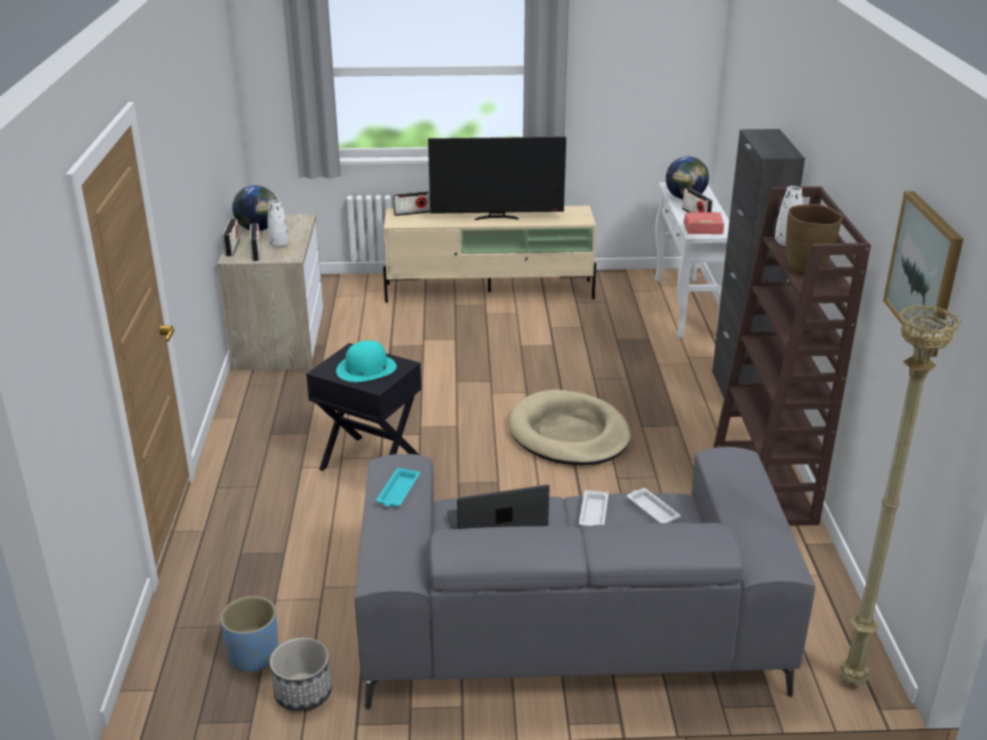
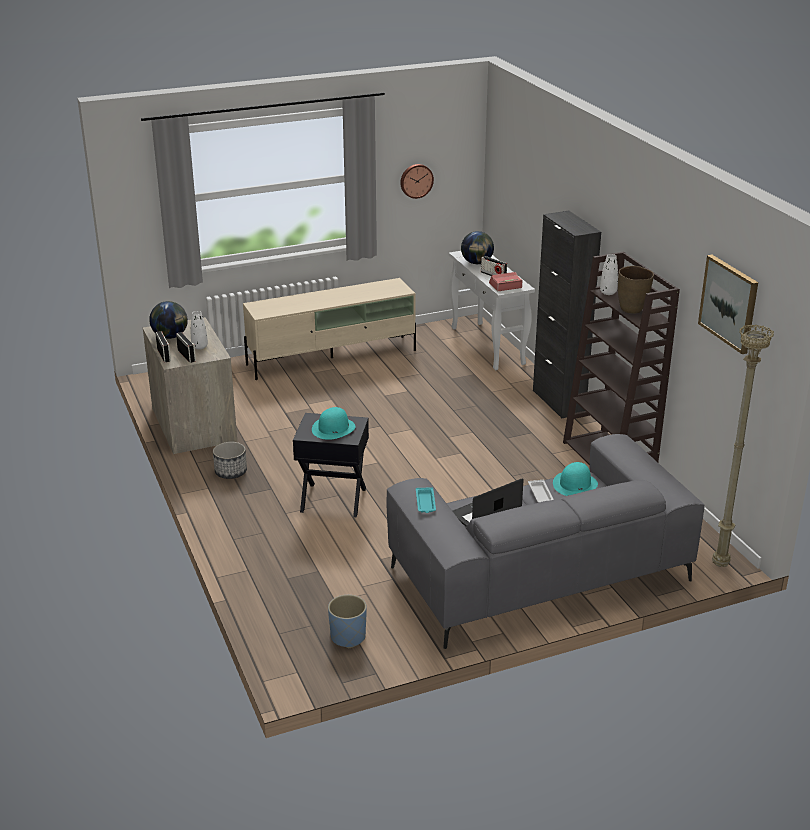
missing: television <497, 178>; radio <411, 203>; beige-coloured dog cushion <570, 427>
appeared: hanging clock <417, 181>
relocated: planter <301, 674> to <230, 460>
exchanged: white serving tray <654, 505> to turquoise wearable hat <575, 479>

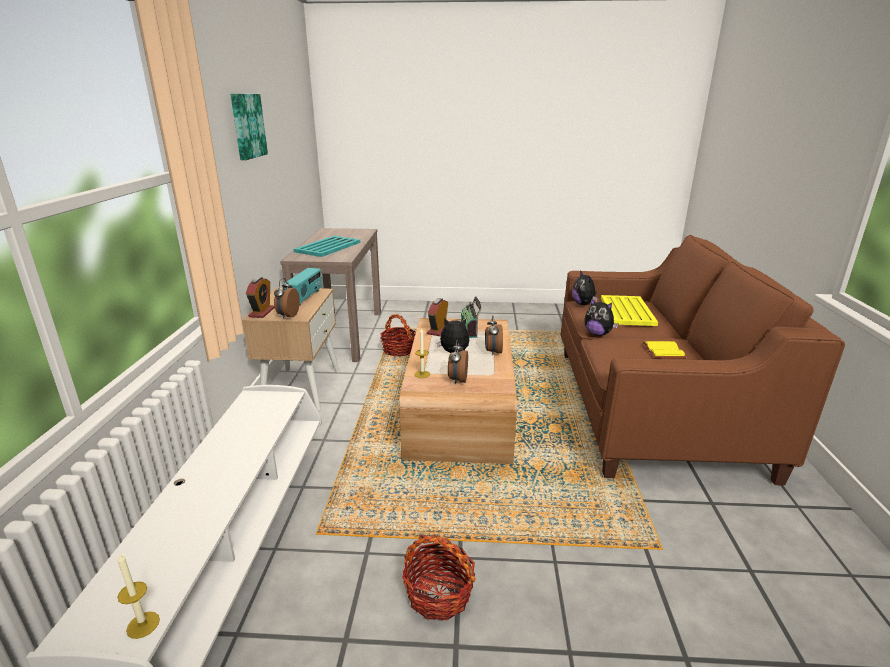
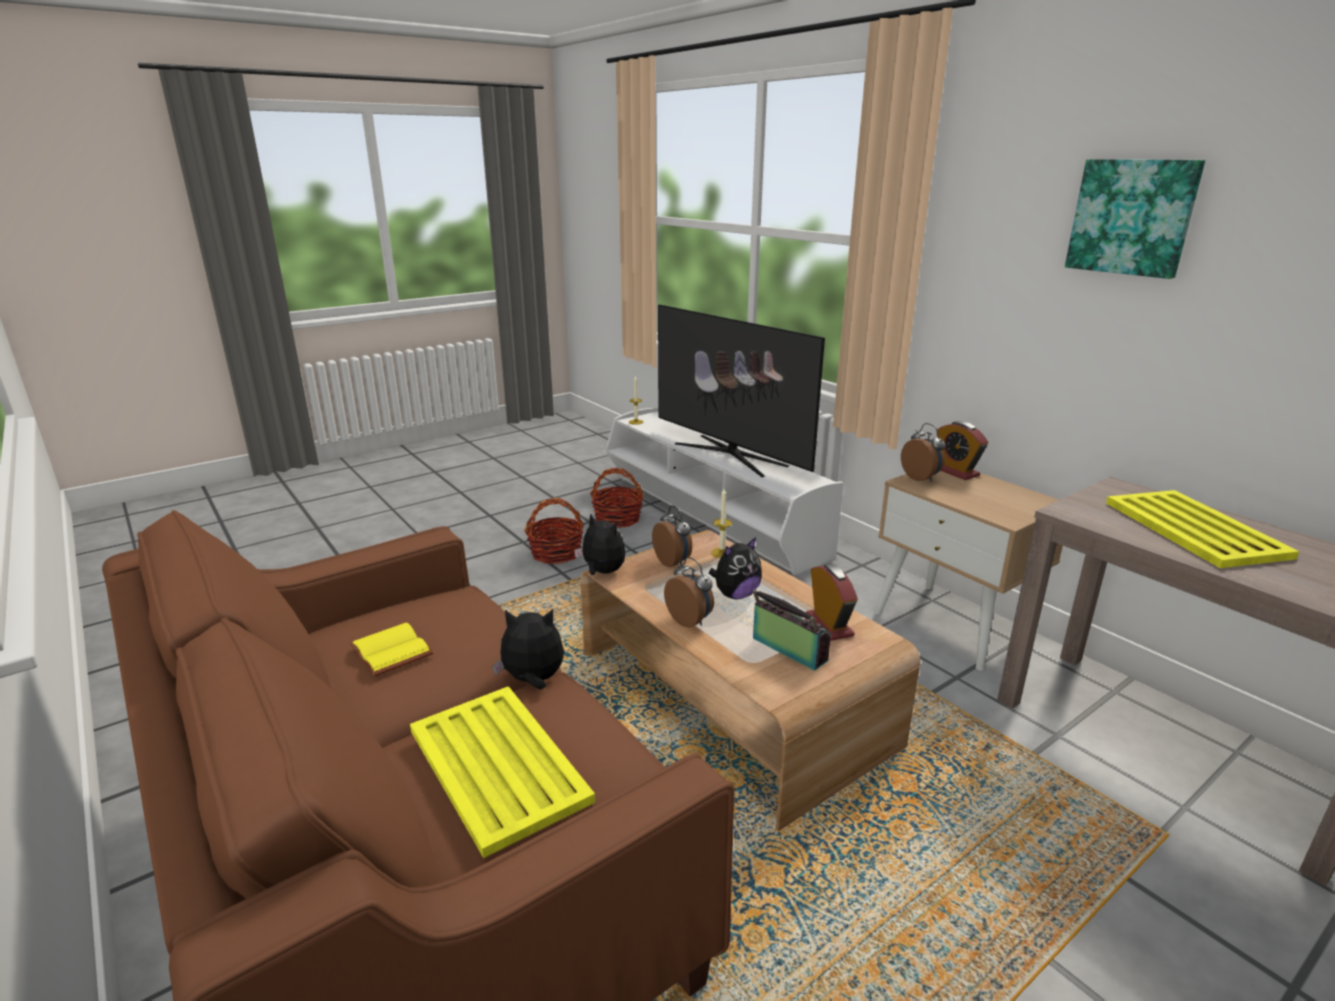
missing: radio <302, 287>
appeared: television <741, 390>
relocated: cuddly toy <585, 287> to <600, 544>; household basket <398, 335> to <617, 498>
colour: turquoise serving tray <327, 246> to yellow-coloured serving tray <1202, 529>

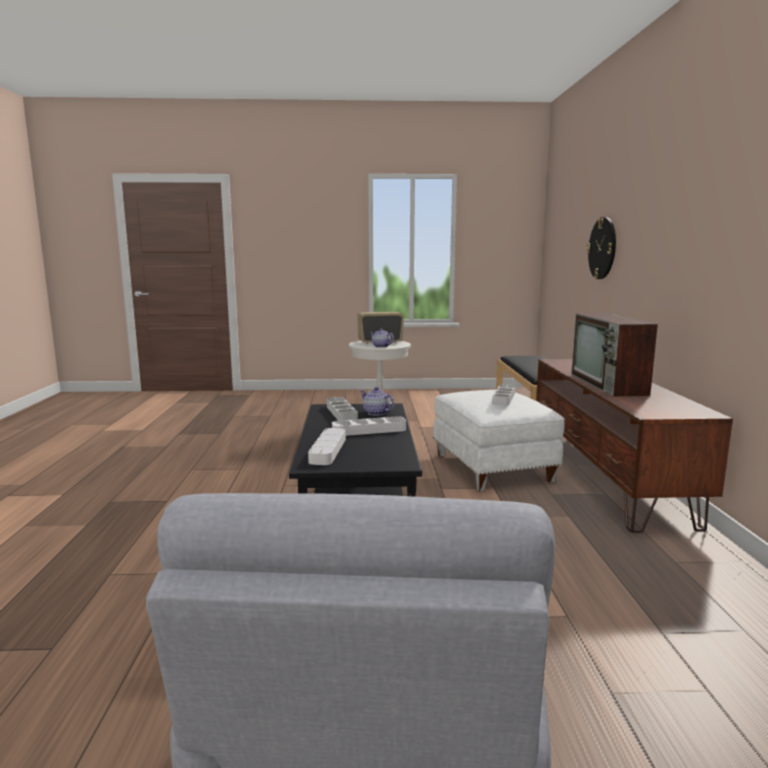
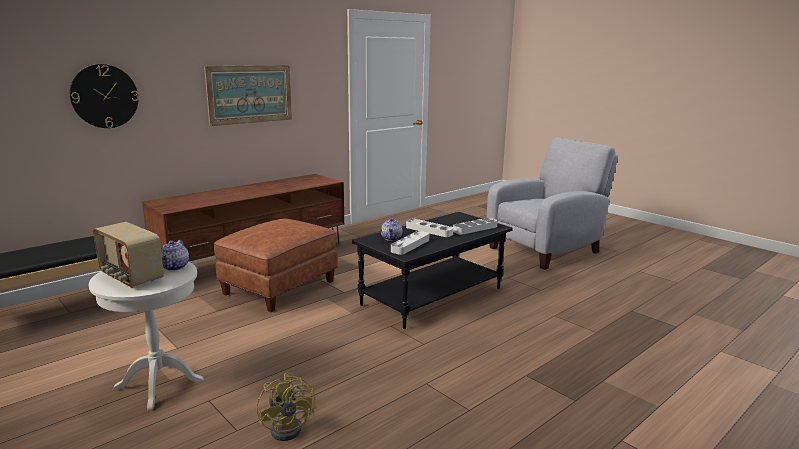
missing: television <614, 354>; white serving tray <503, 395>
appeared: picture <248, 95>; yellow-coloured cooling fan <285, 407>
colour: white footrest <499, 440> to brownish footrest <276, 265>

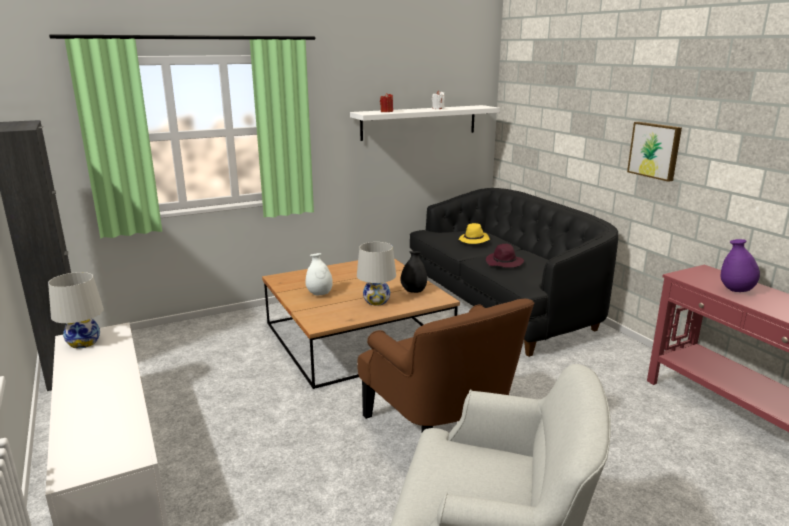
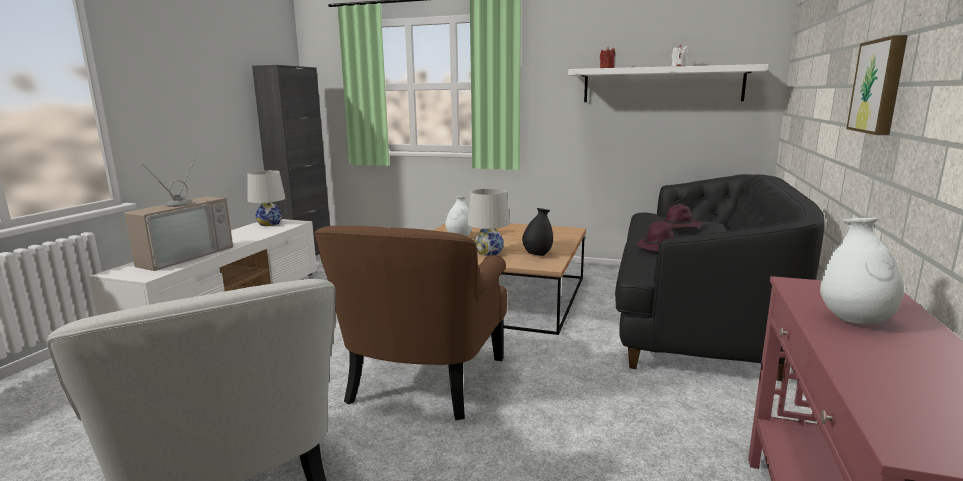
appeared: television <178, 213>
colour: yellow-coloured wearable hat <474, 233> to purple wearable hat <680, 217>; purple vase <740, 265> to white vase <862, 271>

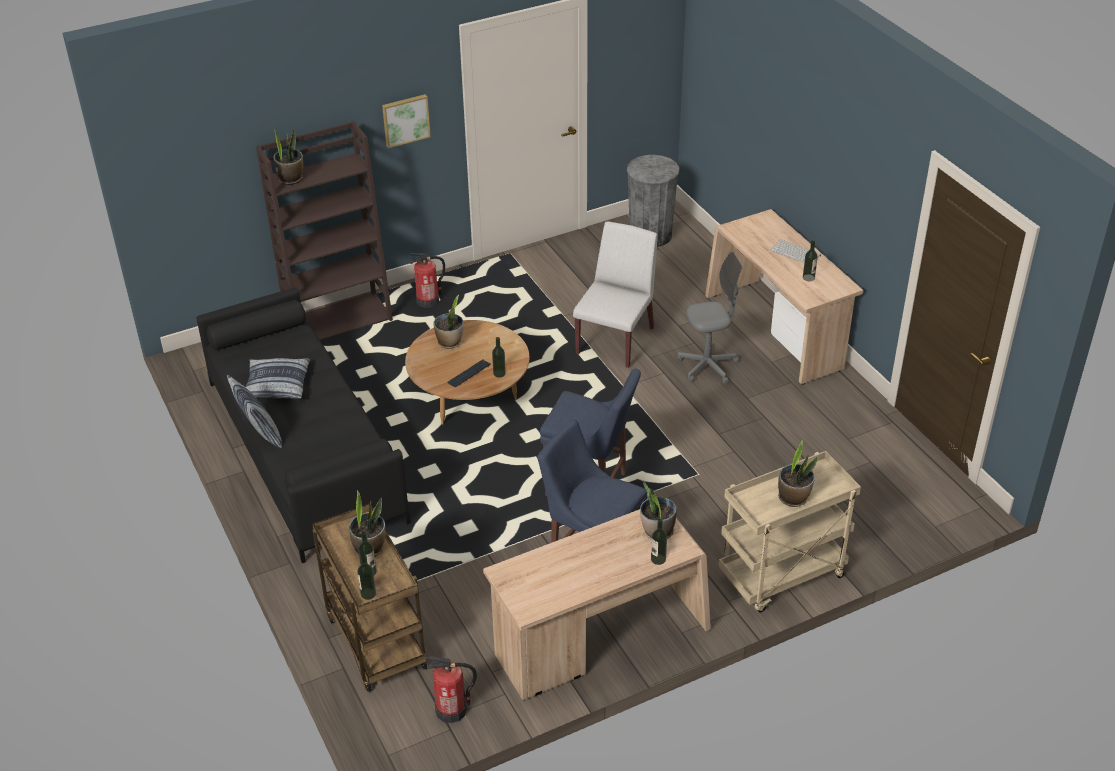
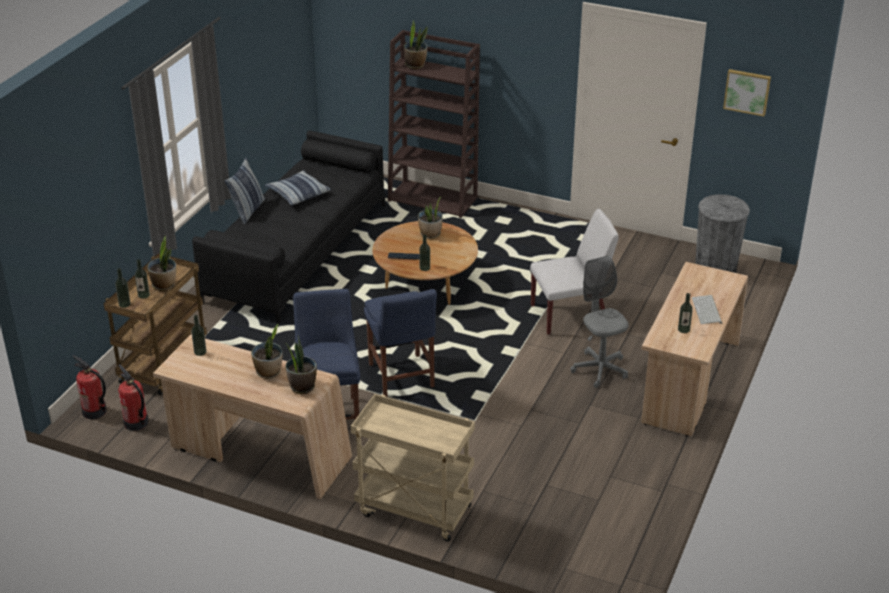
relocated: picture <406, 121> to <747, 92>; fire-fighting cylinder <427, 280> to <90, 387>; plant in a pot <798, 473> to <266, 351>; beverage bottle <659, 542> to <198, 335>
spun: greyish office chair <709, 318> = <599, 322> 150 degrees counterclockwise

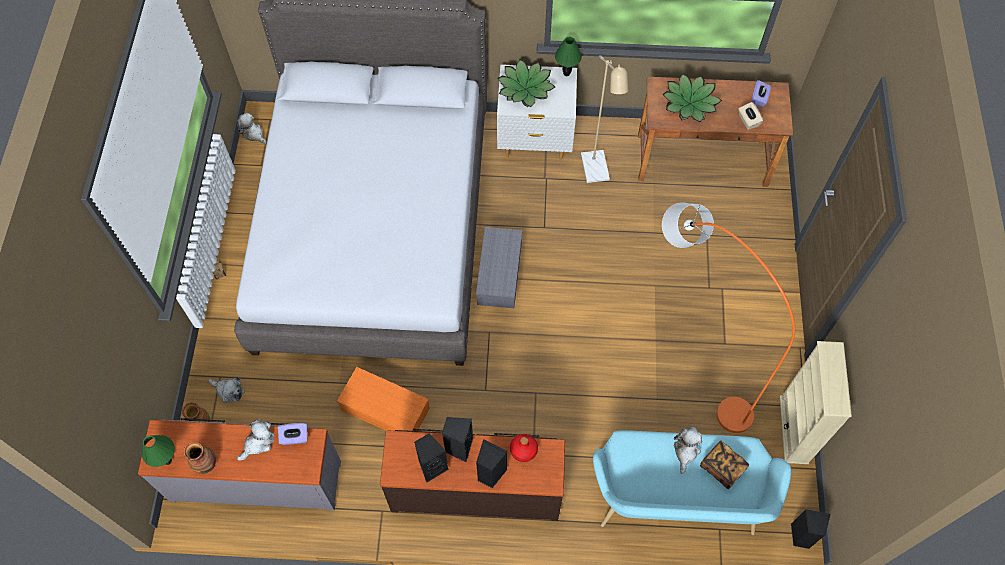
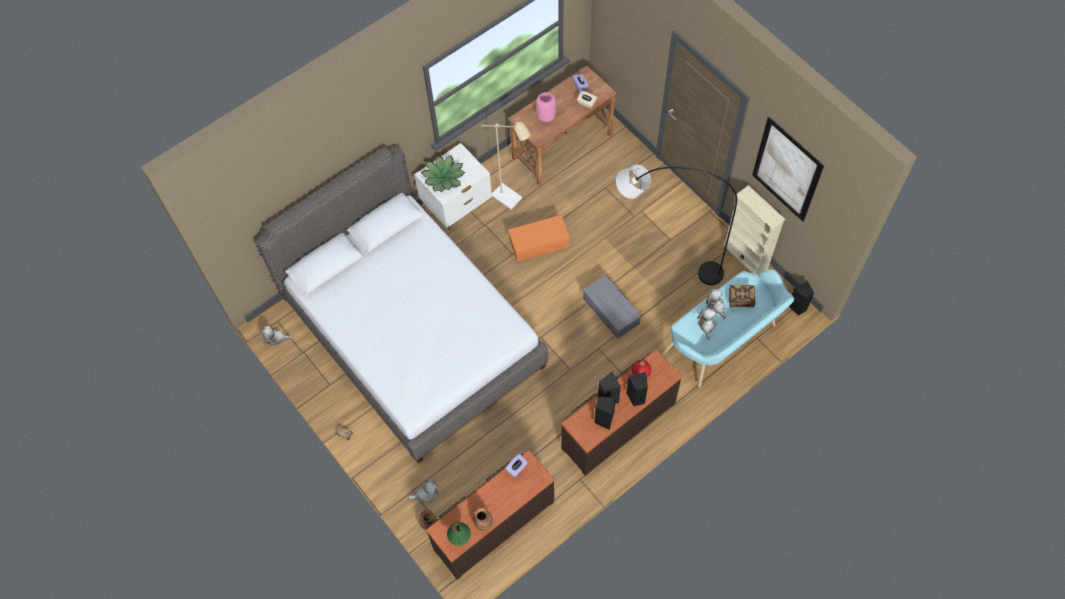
missing: green-coloured table lamp <568, 56>
appeared: picture <788, 169>
relocated: greyish storage bin <499, 267> to <612, 307>; orangey storage bin <383, 399> to <539, 238>; cuddly toy <255, 440> to <707, 323>
exchanged: plant in a pot <692, 97> to pinkish vase <546, 107>
colour: orangey standard lamp <728, 317> to black-coloured standard lamp <676, 225>; greyish chest of drawers <239, 464> to brownish chest of drawers <490, 515>

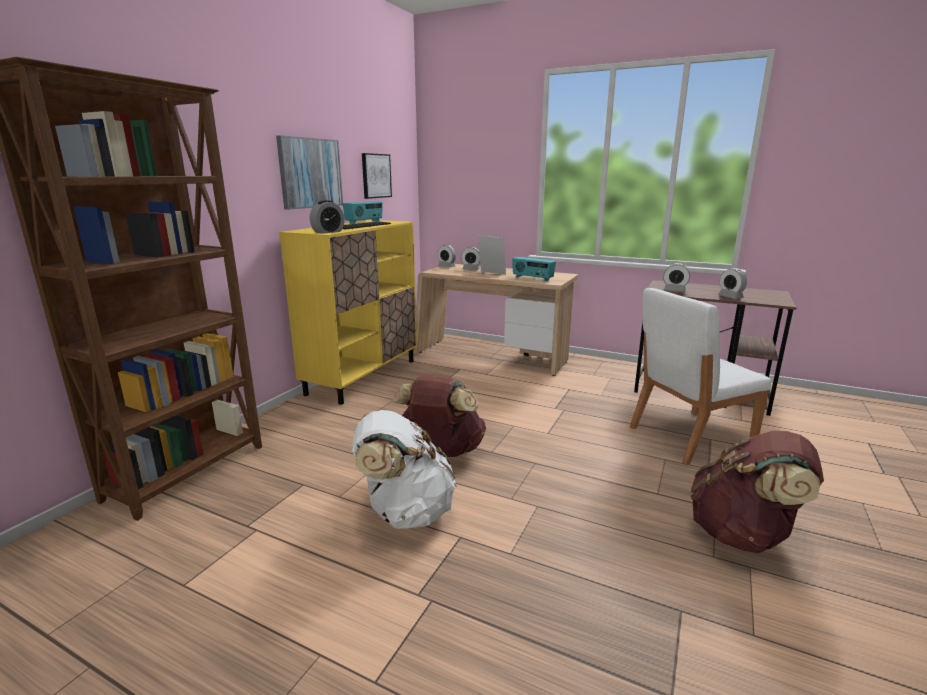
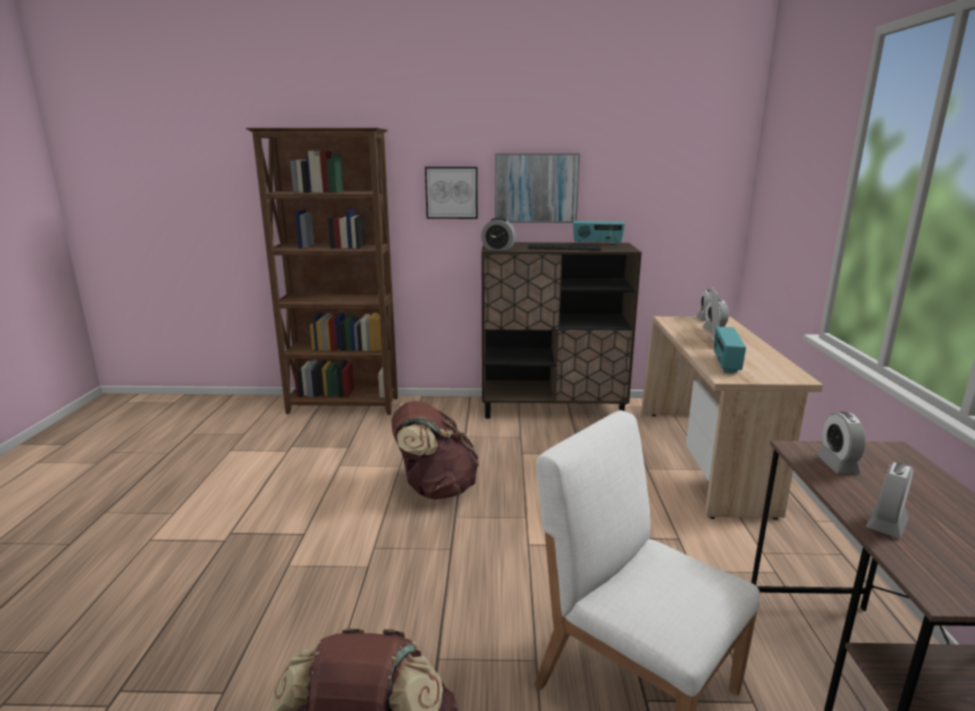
missing: white rucksack <404, 469>
relocated: picture <377, 176> to <451, 193>
colour: yellow-coloured cabinet <348, 312> to brownish cabinet <561, 330>

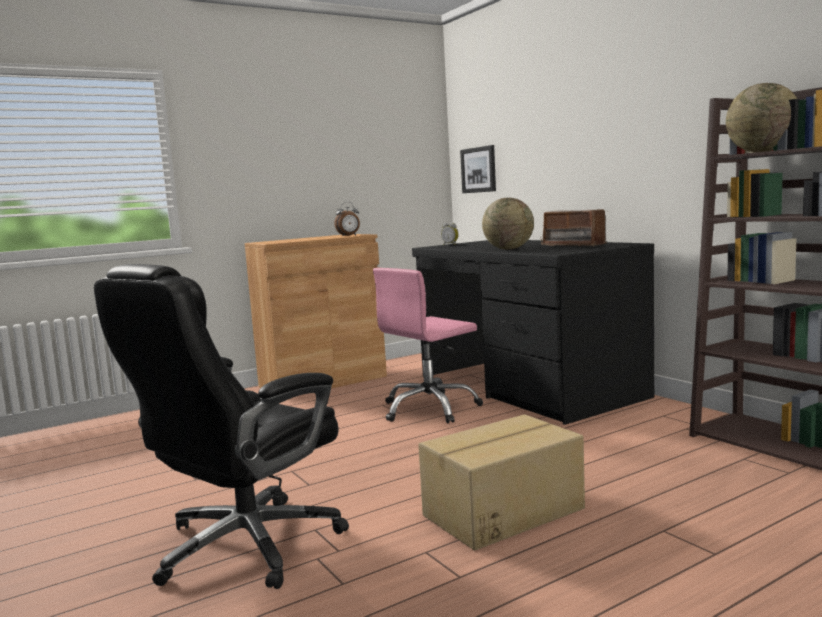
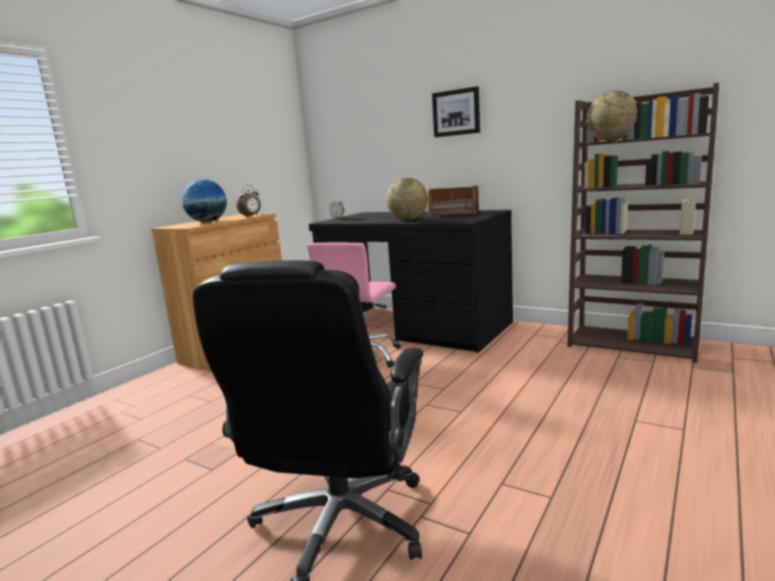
missing: packing box <501, 482>
appeared: world globe <204, 200>
relocated: picture <478, 169> to <456, 111>

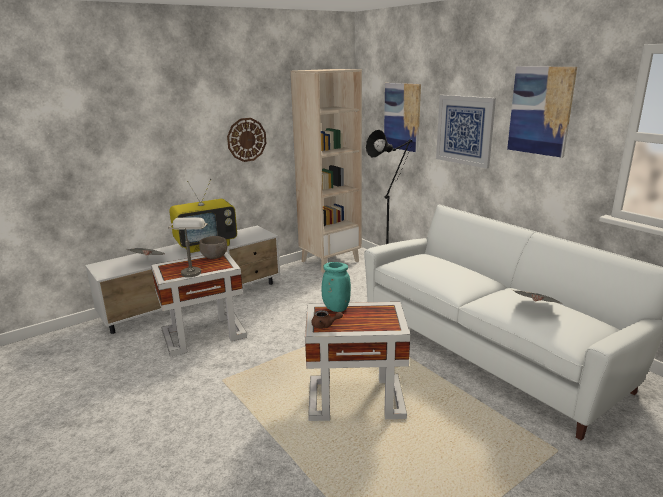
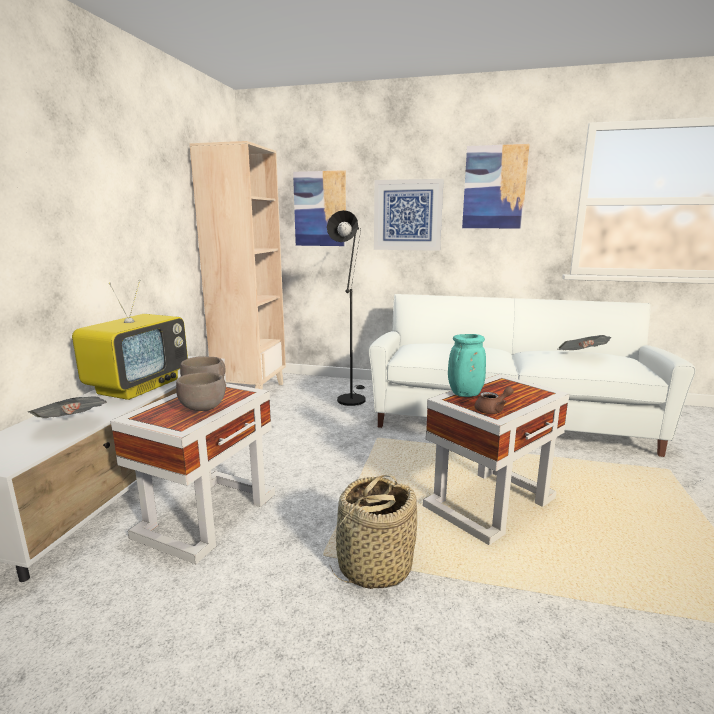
missing: hanging clock <246, 140>
appeared: household basket <373, 531>
exchanged: greyish table lamp <188, 247> to brownish bowl <201, 391>

